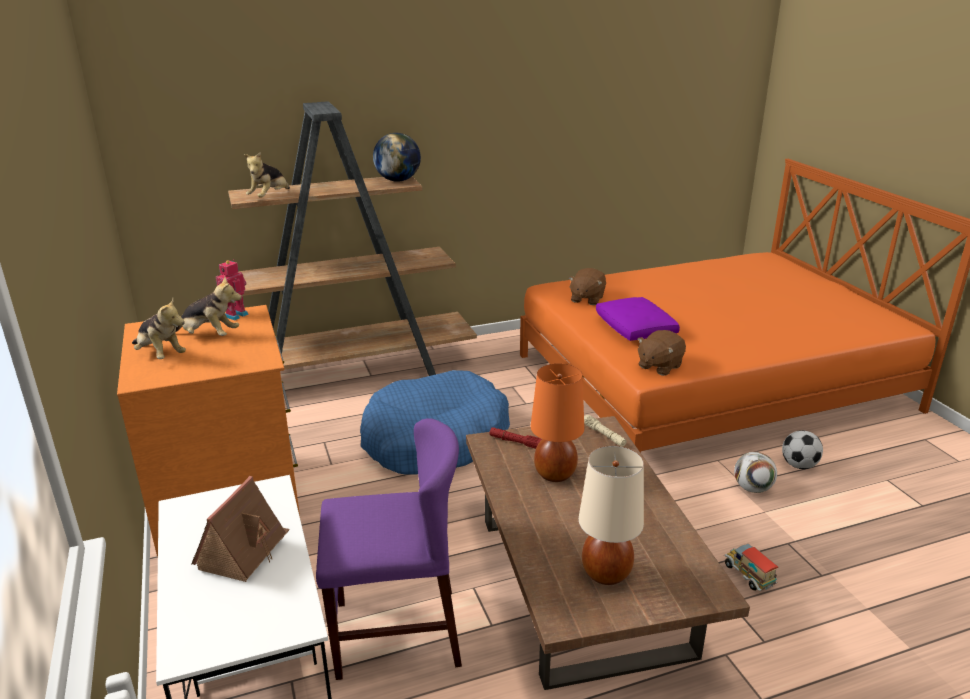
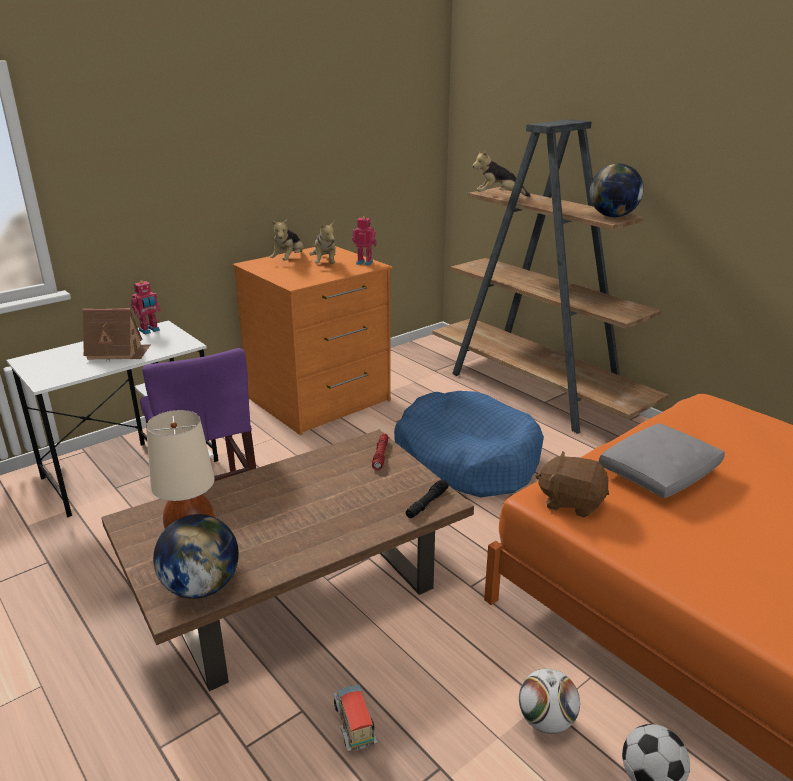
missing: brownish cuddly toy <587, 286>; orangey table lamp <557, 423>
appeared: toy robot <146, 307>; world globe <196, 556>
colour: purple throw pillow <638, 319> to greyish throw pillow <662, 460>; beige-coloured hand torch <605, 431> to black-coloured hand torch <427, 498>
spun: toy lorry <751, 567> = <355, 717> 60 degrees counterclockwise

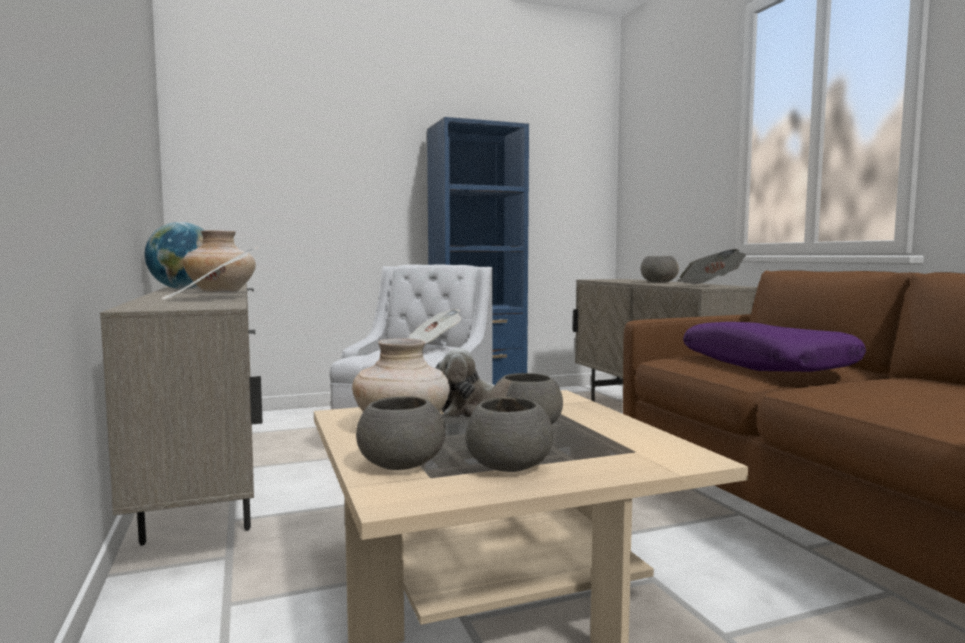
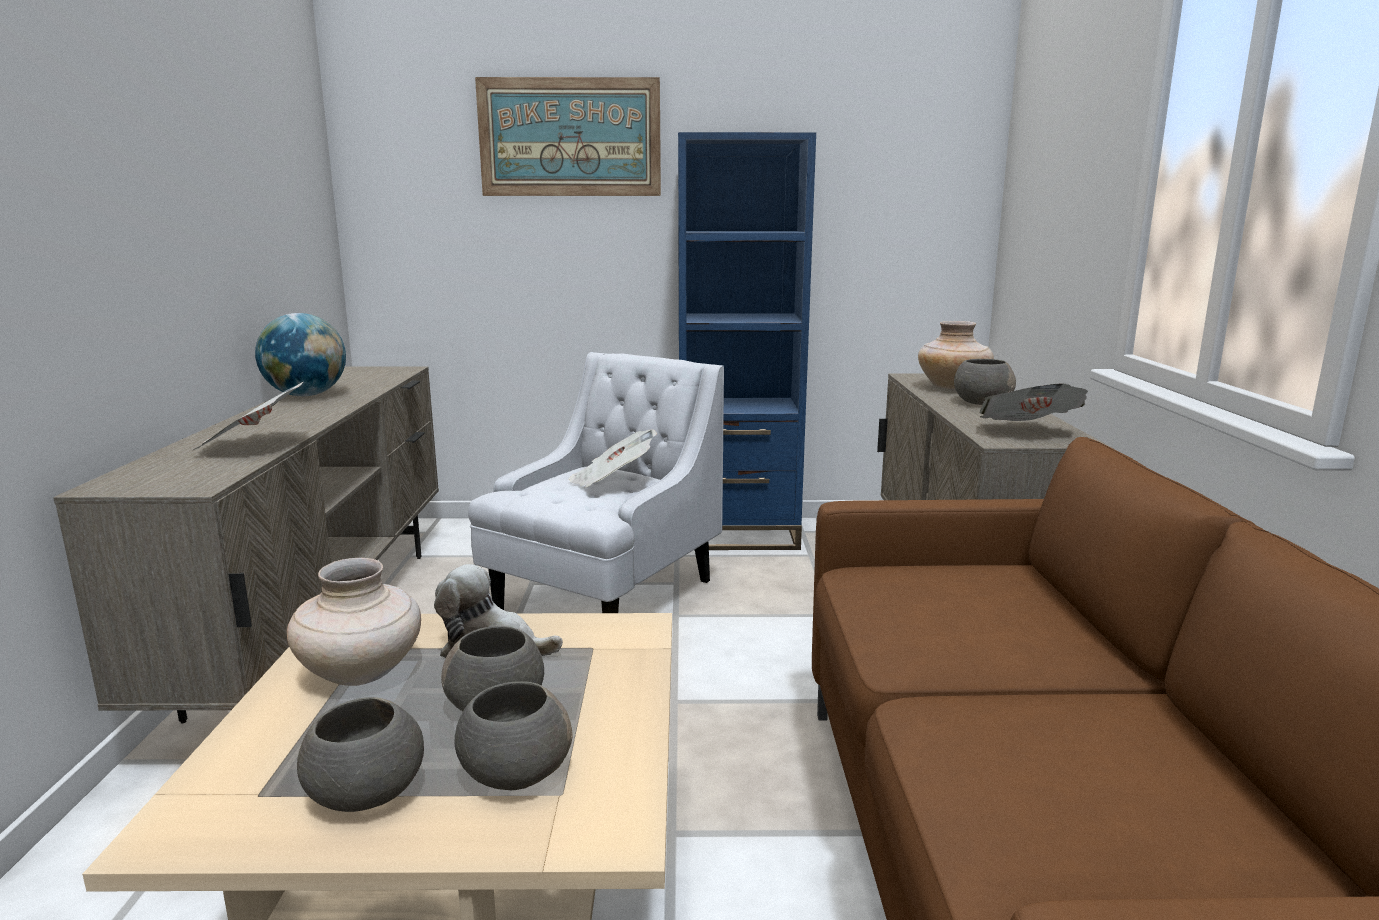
missing: purple throw pillow <774, 347>
appeared: picture <568, 136>
relocated: beige-coloured vase <219, 261> to <956, 355>; greyish bowl <401, 433> to <514, 735>

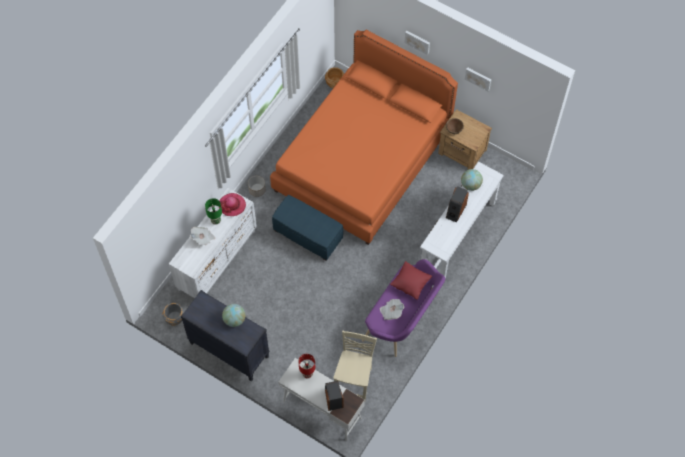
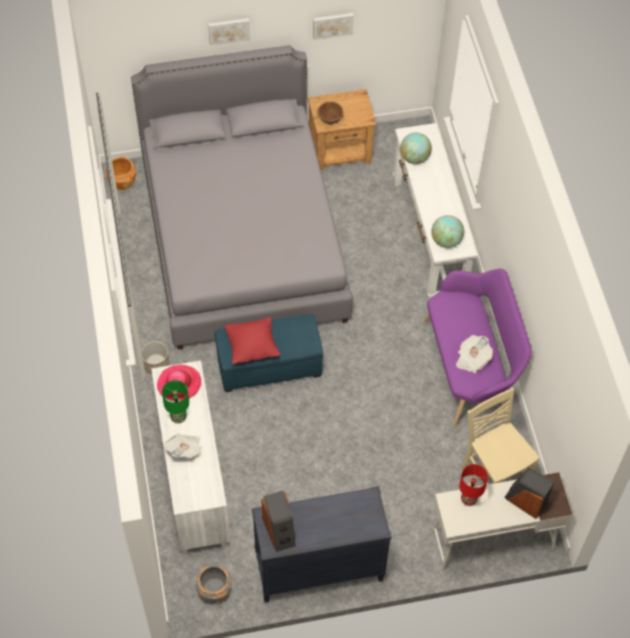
relocated: loudspeaker <457, 204> to <278, 521>; red throw pillow <411, 280> to <252, 340>; world globe <233, 315> to <447, 231>
colour: orangey sleeping bed <364, 137> to greyish sleeping bed <242, 197>

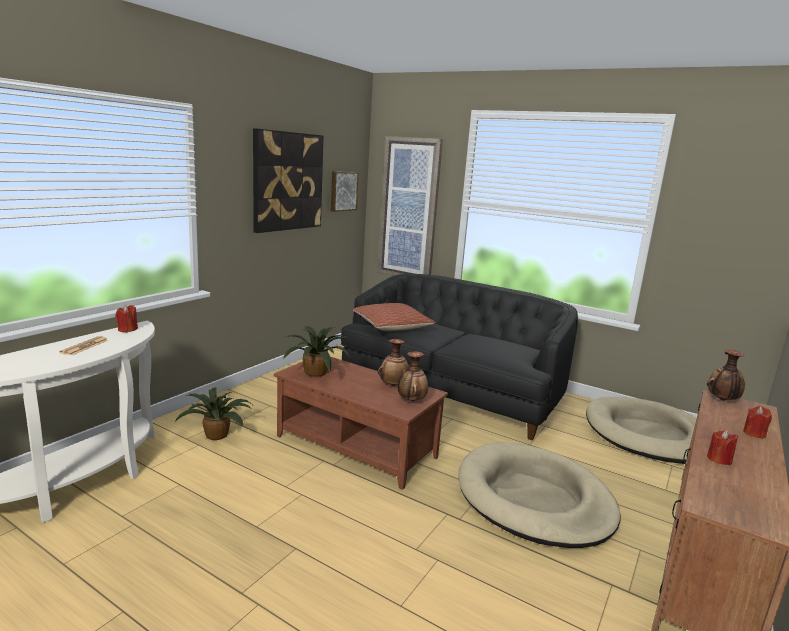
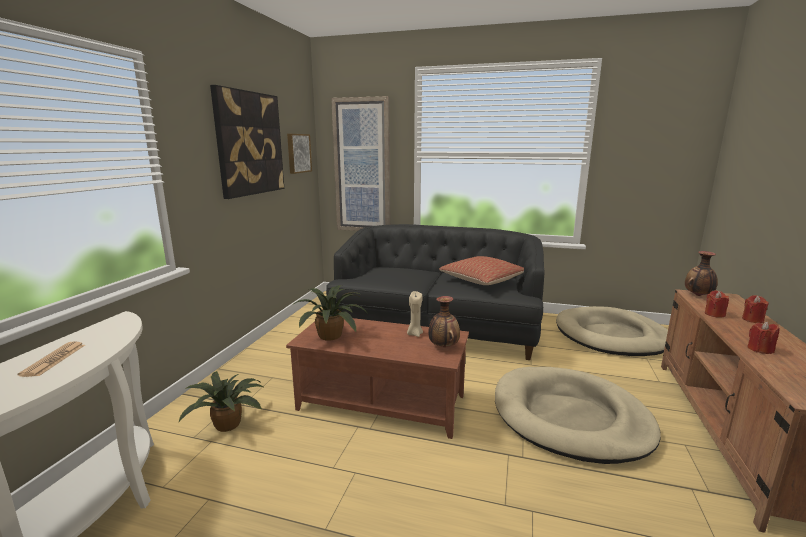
relocated: throw pillow <394, 317> to <481, 270>; red wax candle <126, 318> to <717, 304>
exchanged: vase <394, 362> to beige-coloured wax candle <415, 314>

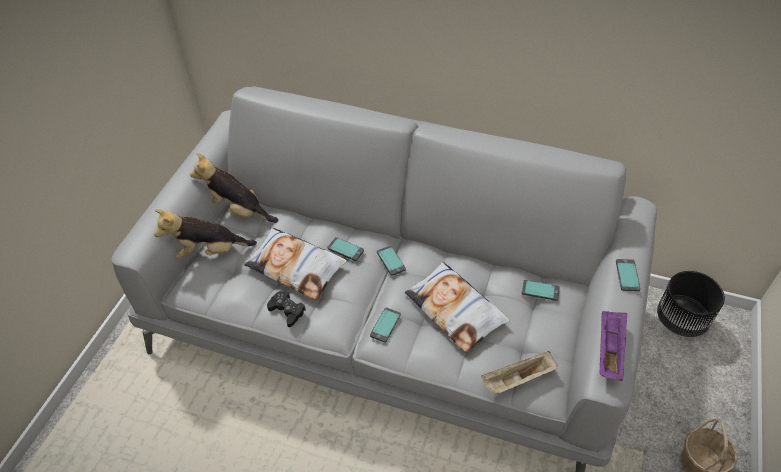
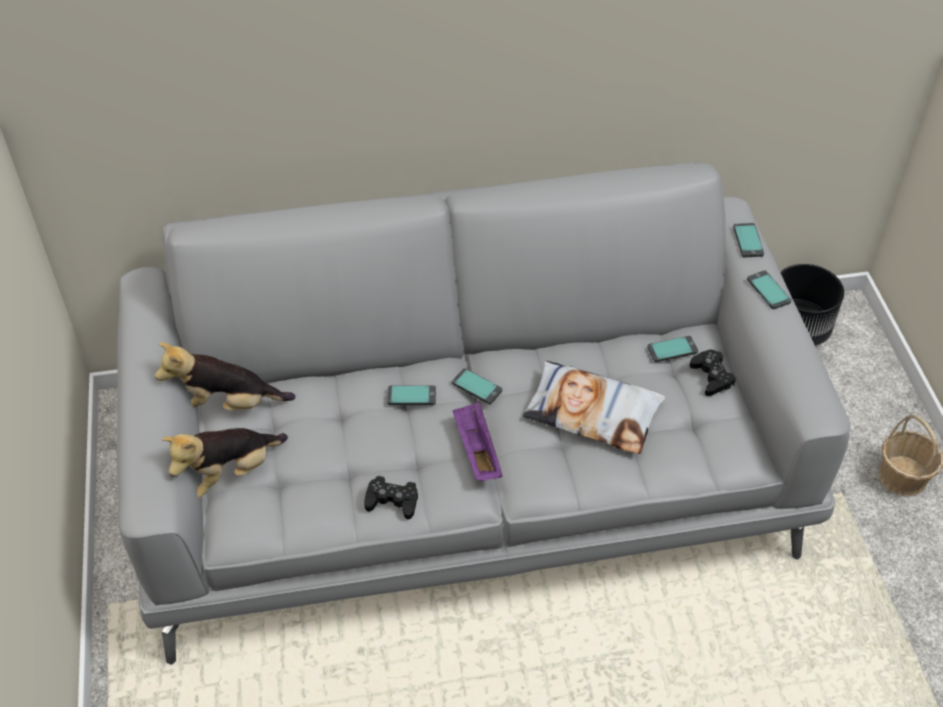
missing: throw pillow <295, 264>; beige-coloured serving tray <519, 373>
appeared: black-coloured gamepad <713, 373>
relocated: handset <385, 325> to <748, 240>; purple serving tray <613, 346> to <477, 441>

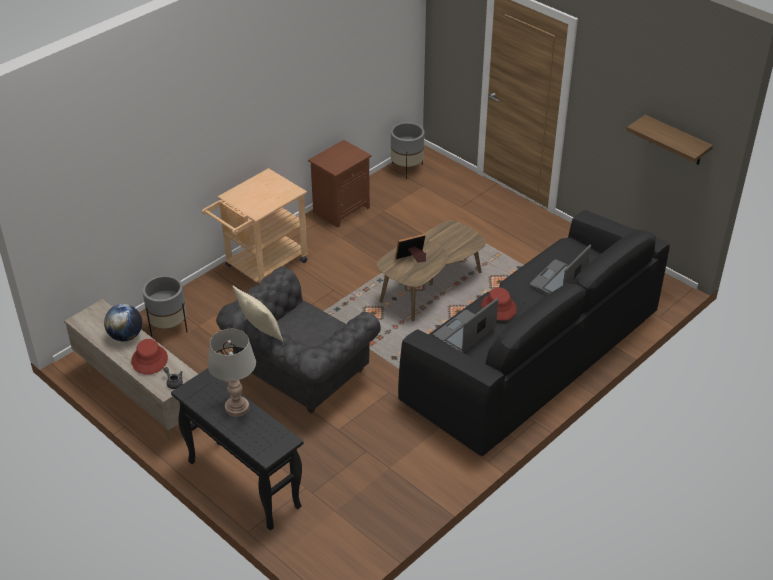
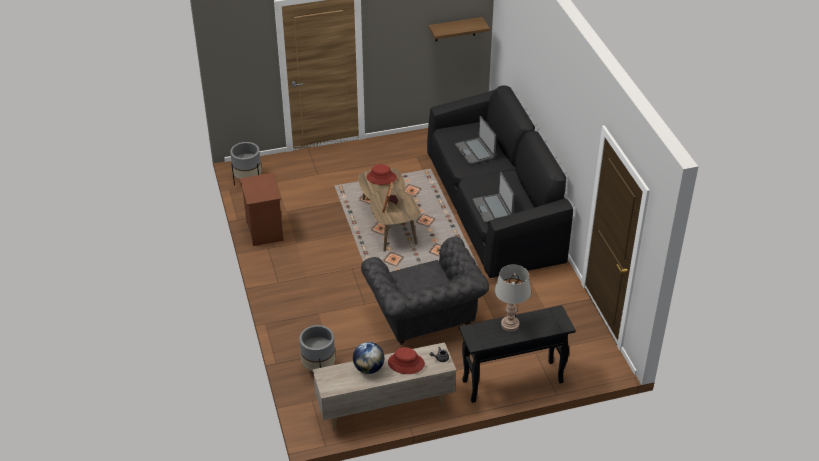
missing: beige-coloured wheeled cart <255, 226>; beige-coloured throw pillow <257, 314>
relocated: red wearable hat <499, 304> to <382, 174>

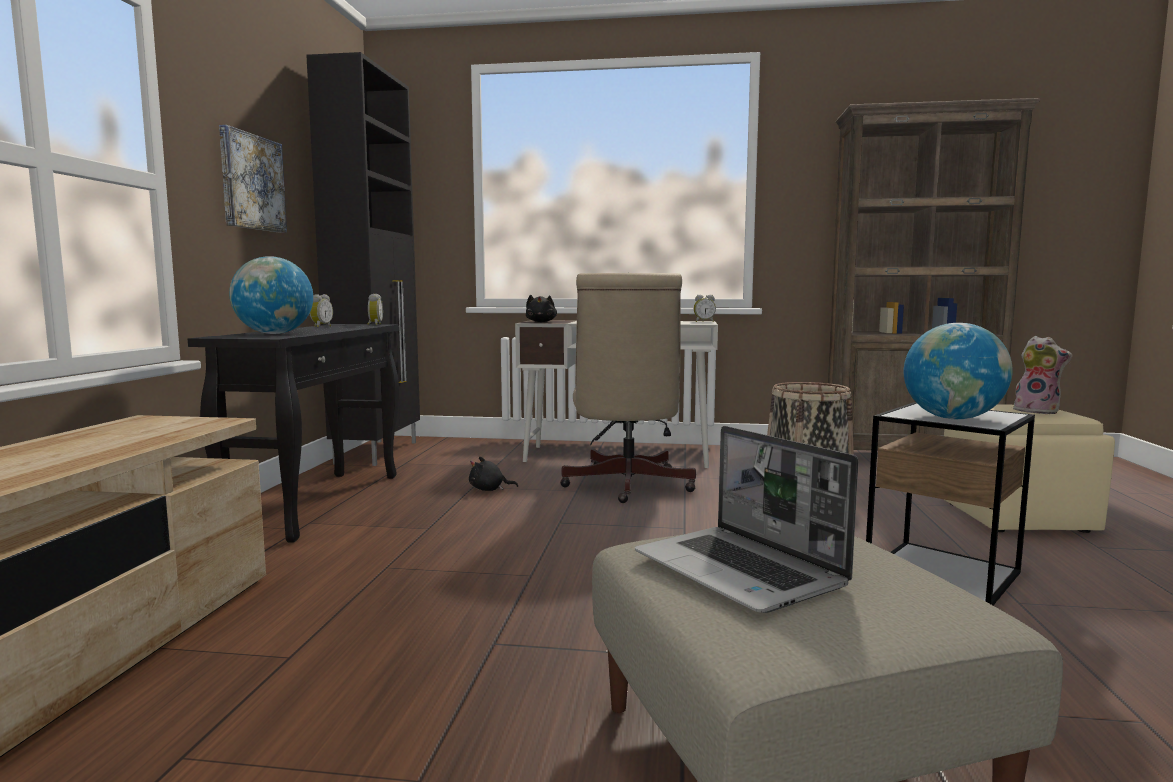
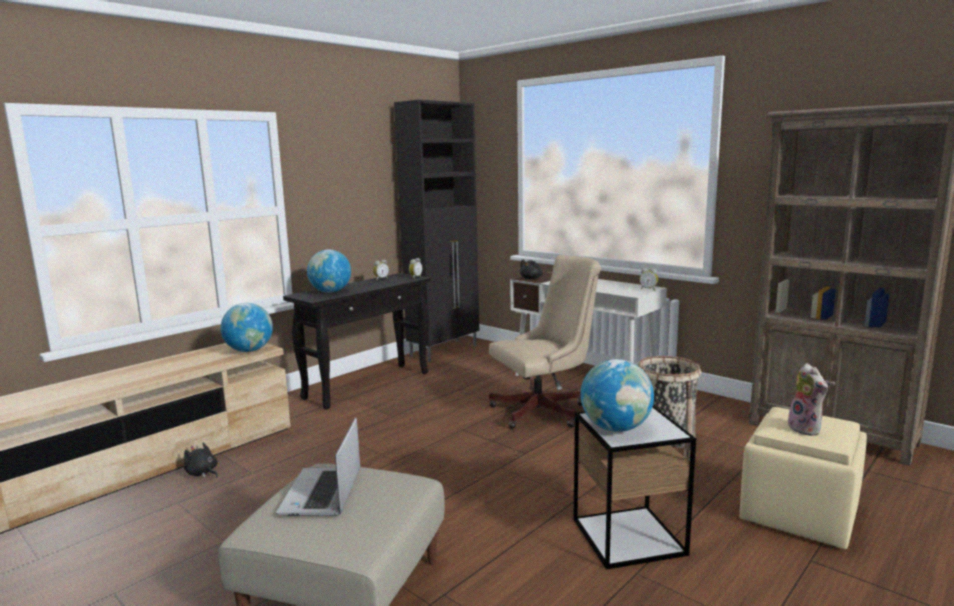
missing: picture <253, 179>
appeared: world globe <247, 327>
relocated: black-coloured cuddly toy <493, 473> to <201, 460>
spun: beige-coloured office chair <628, 388> = <545, 342> 150 degrees counterclockwise

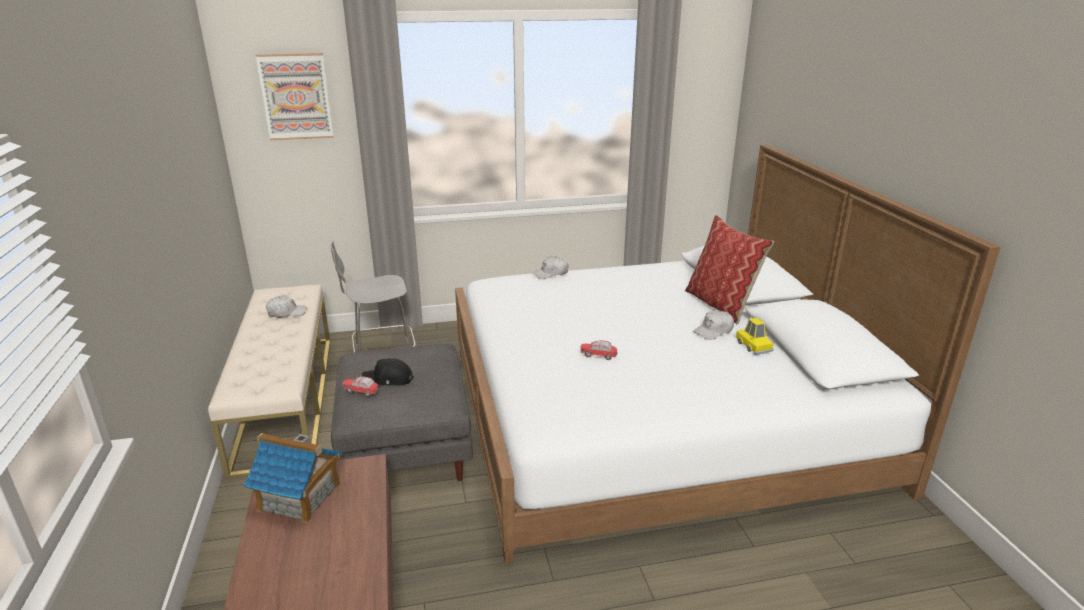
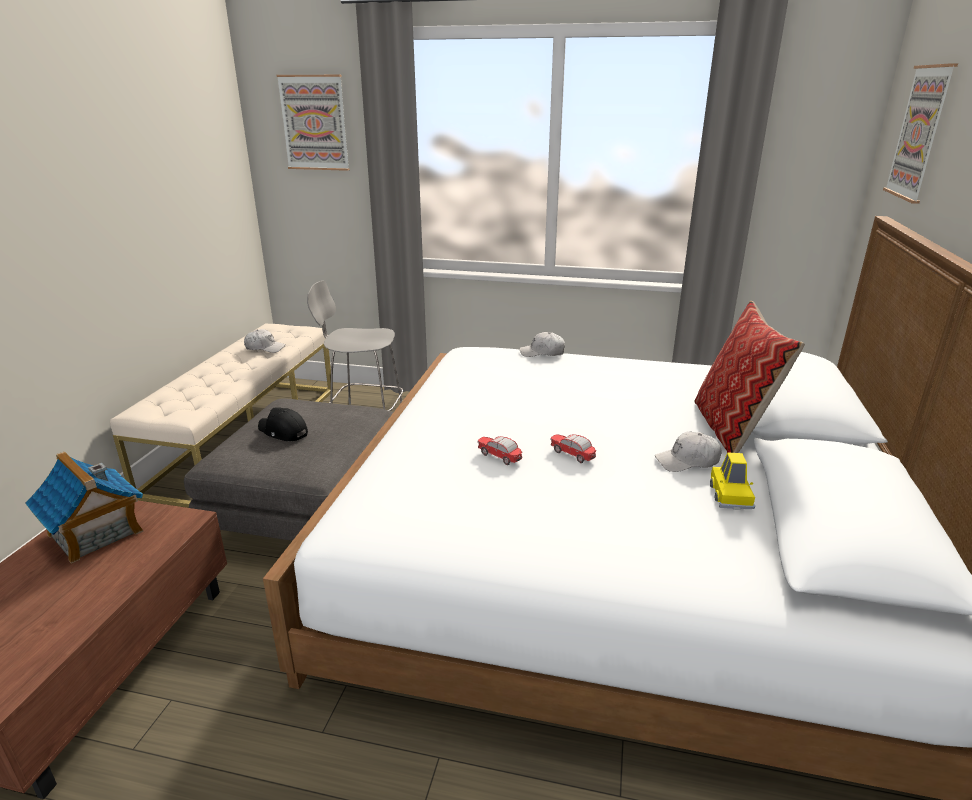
appeared: picture <920, 133>
relocated: miniature car <361, 387> to <573, 448>

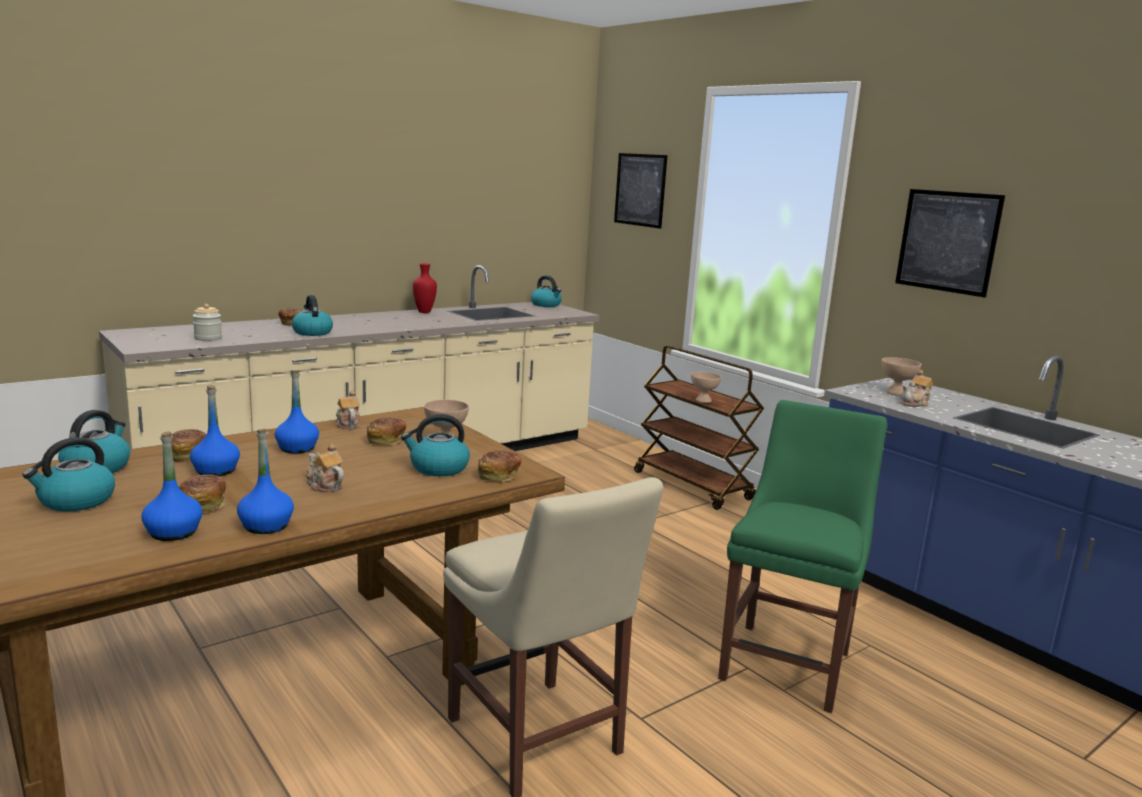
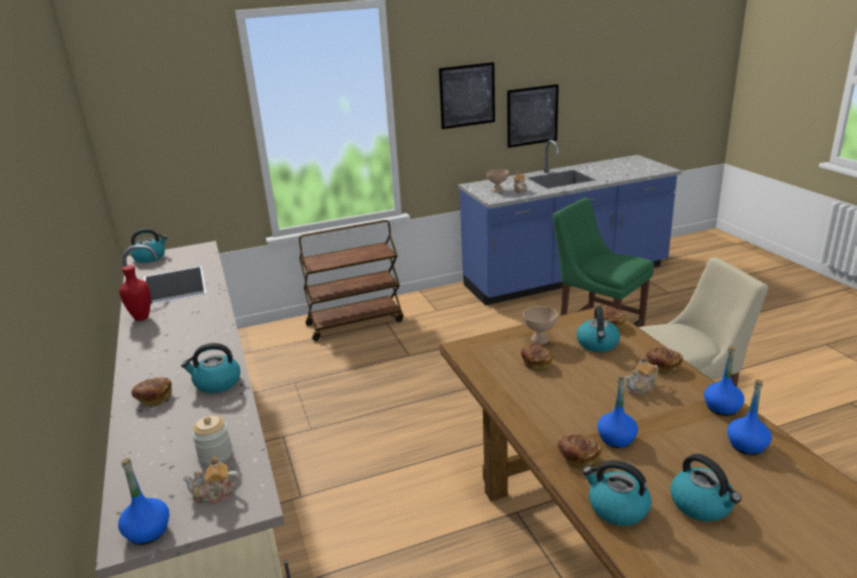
missing: beige-coloured bowl <706, 387>
relocated: picture <641, 191> to <533, 116>; blue-coloured beverage bottle <297, 411> to <143, 501>; teapot <347, 409> to <211, 480>; bakery bread <202, 493> to <664, 361>

